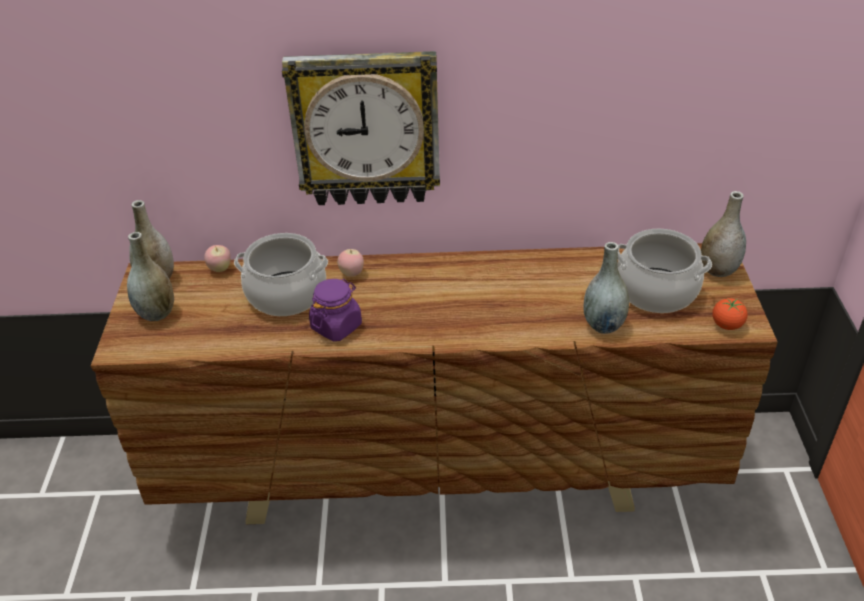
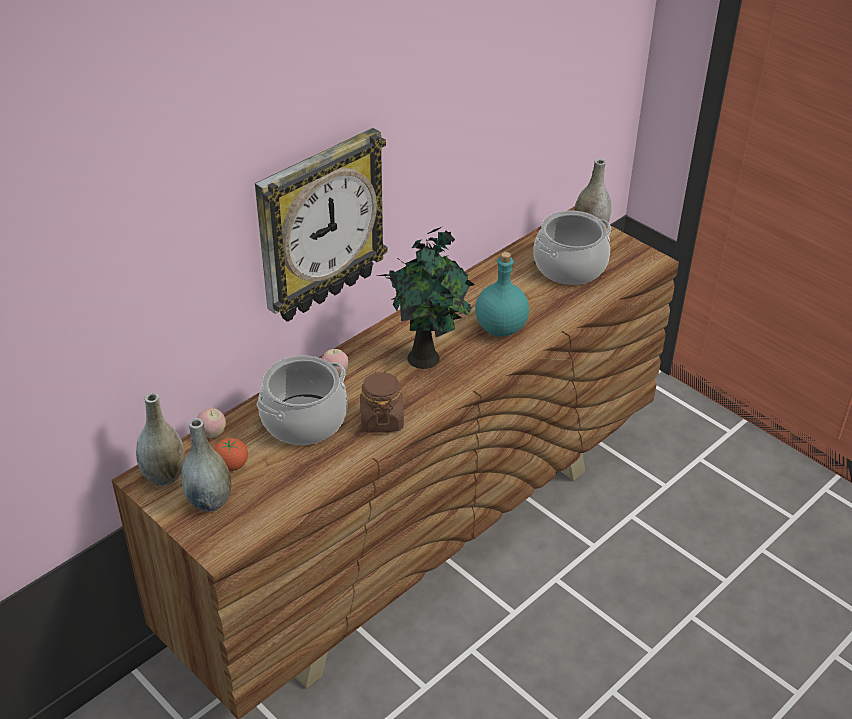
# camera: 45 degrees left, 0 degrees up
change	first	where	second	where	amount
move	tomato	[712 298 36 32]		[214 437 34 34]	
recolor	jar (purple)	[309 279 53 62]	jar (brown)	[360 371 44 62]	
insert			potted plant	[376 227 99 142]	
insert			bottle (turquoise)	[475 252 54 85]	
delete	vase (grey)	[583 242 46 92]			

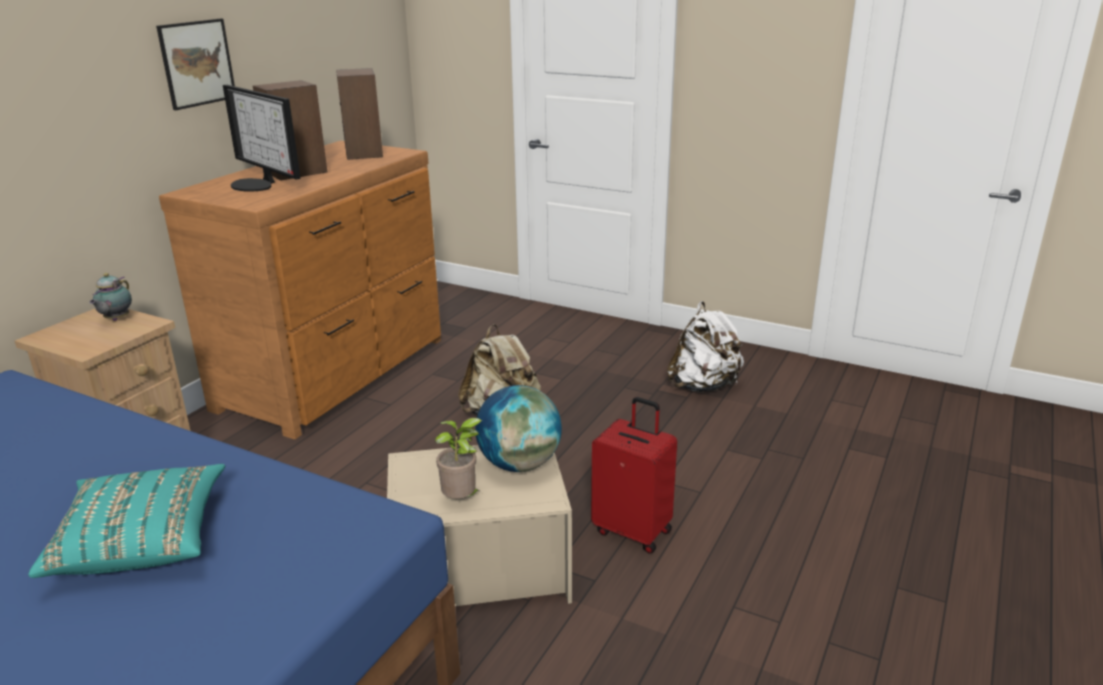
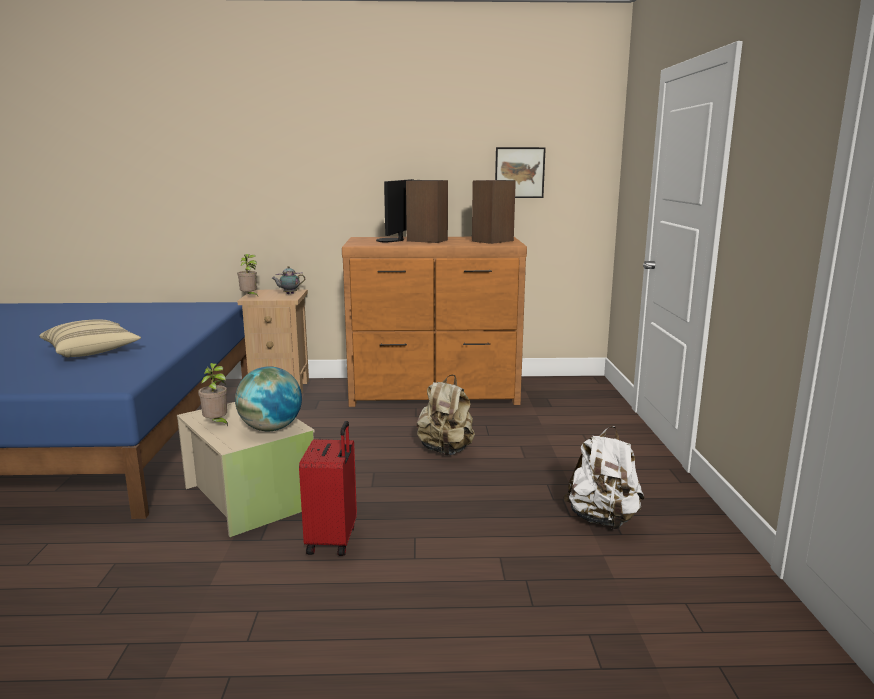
# camera: 60 degrees right, 10 degrees down
change	first	where	second	where	amount
recolor	pillow (turquoise)	[28 464 197 114]	pillow (beige)	[39 319 102 39]	
insert			potted plant	[237 254 21 42]	
move	picture	[156 19 79 91]		[495 147 51 51]	

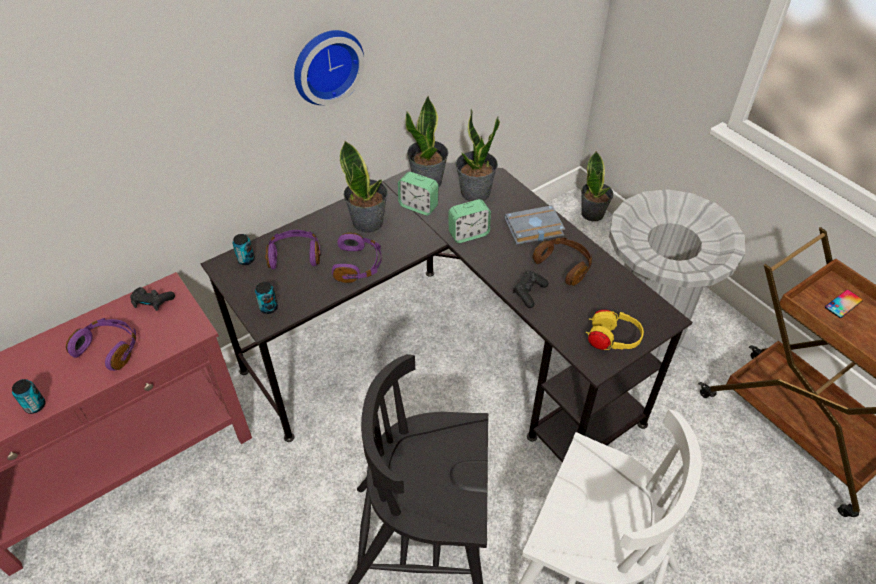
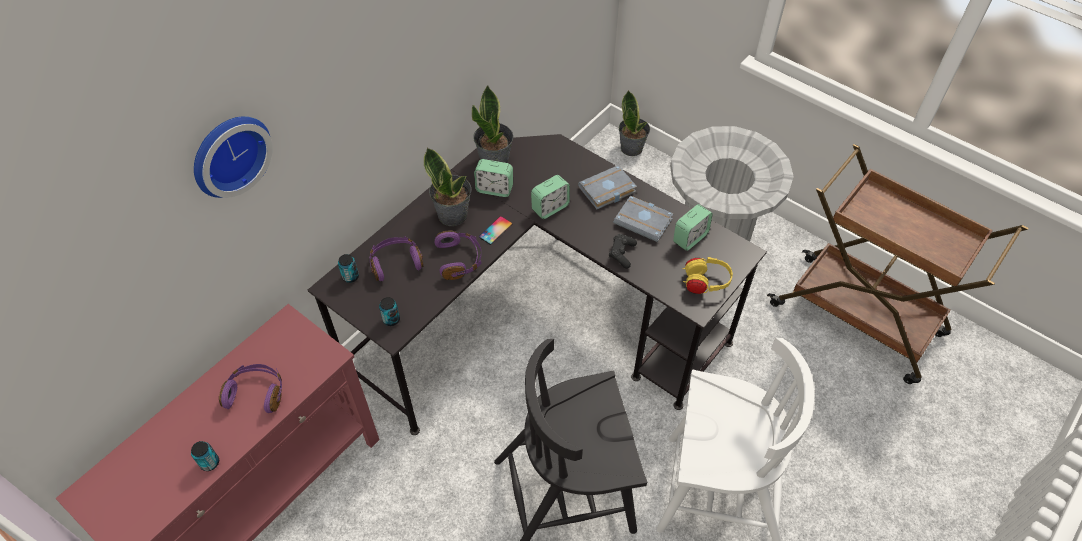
# camera: 15 degrees left, 5 degrees up
change	first	where	second	where	amount
move	wall clock	[294 30 71 75]		[194 116 79 82]	
move	phone	[825 290 38 28]		[479 216 33 29]	
replace	headphones (brown)	[533 238 59 48]	book (grey)	[614 195 59 47]	
insert			alarm clock	[673 204 40 47]	
delete	game controller (black)	[130 287 45 24]			
delete	potted plant	[456 109 44 93]			

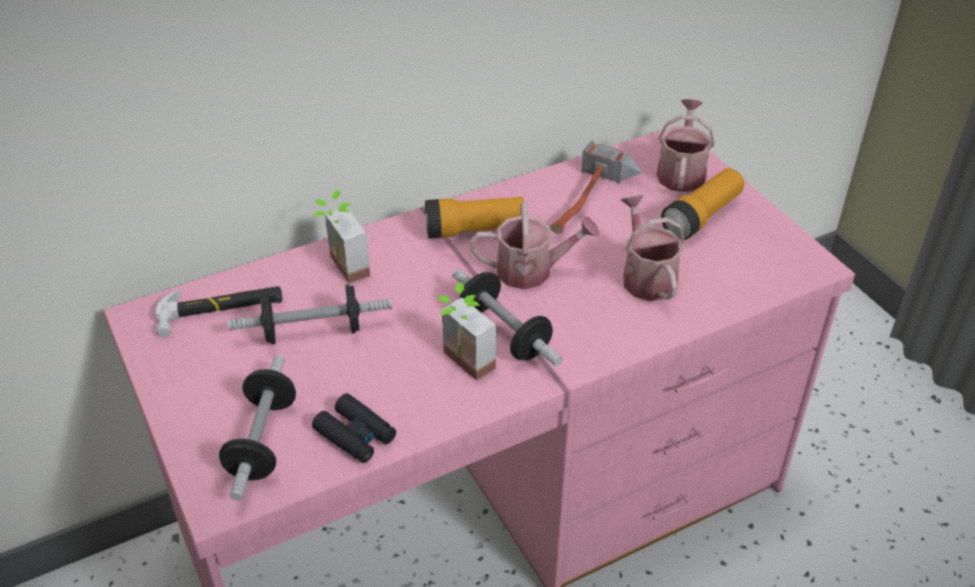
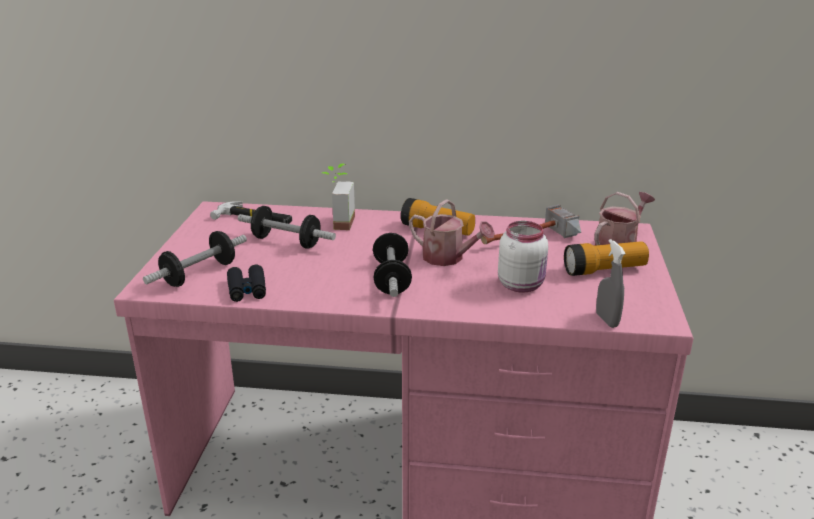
# camera: 35 degrees right, 15 degrees down
change	first	where	second	where	amount
replace	watering can	[621 195 64 106]	jar (white)	[498 221 50 72]	
insert			spray bottle (grey)	[596 239 30 89]	
delete	potted plant	[436 282 60 99]			

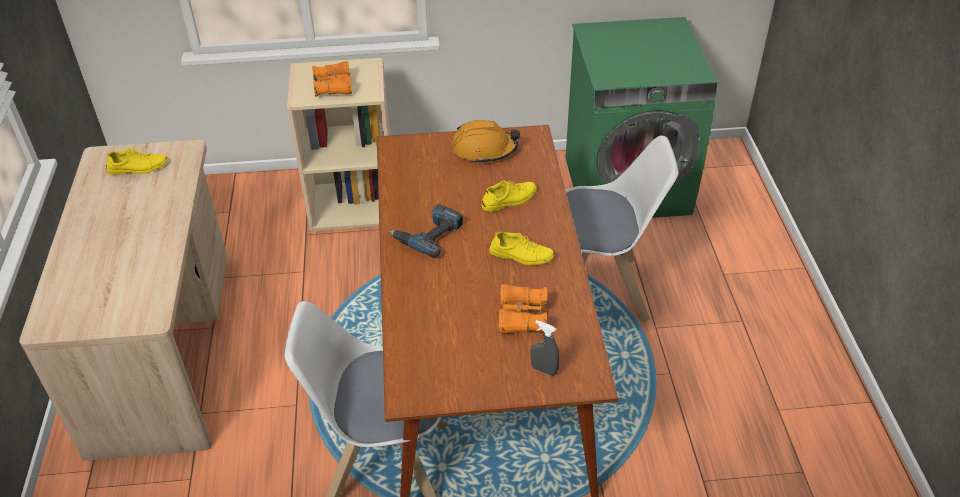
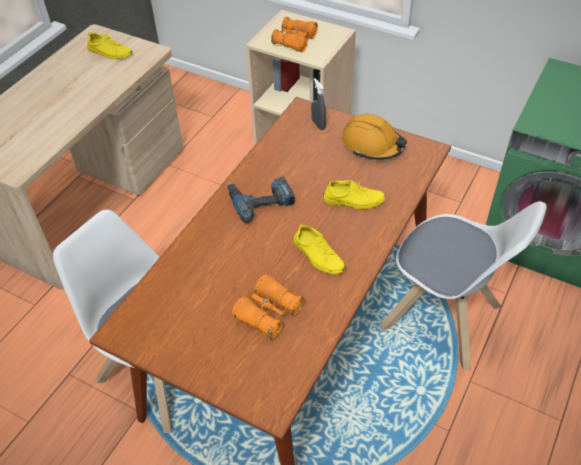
# camera: 35 degrees right, 5 degrees up
change	first	where	second	where	amount
move	spray bottle (grey)	[531 320 29 56]		[311 78 15 52]	

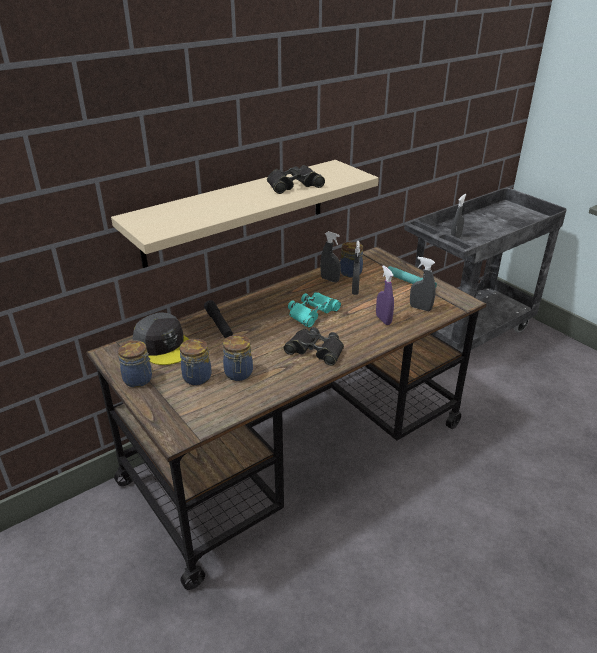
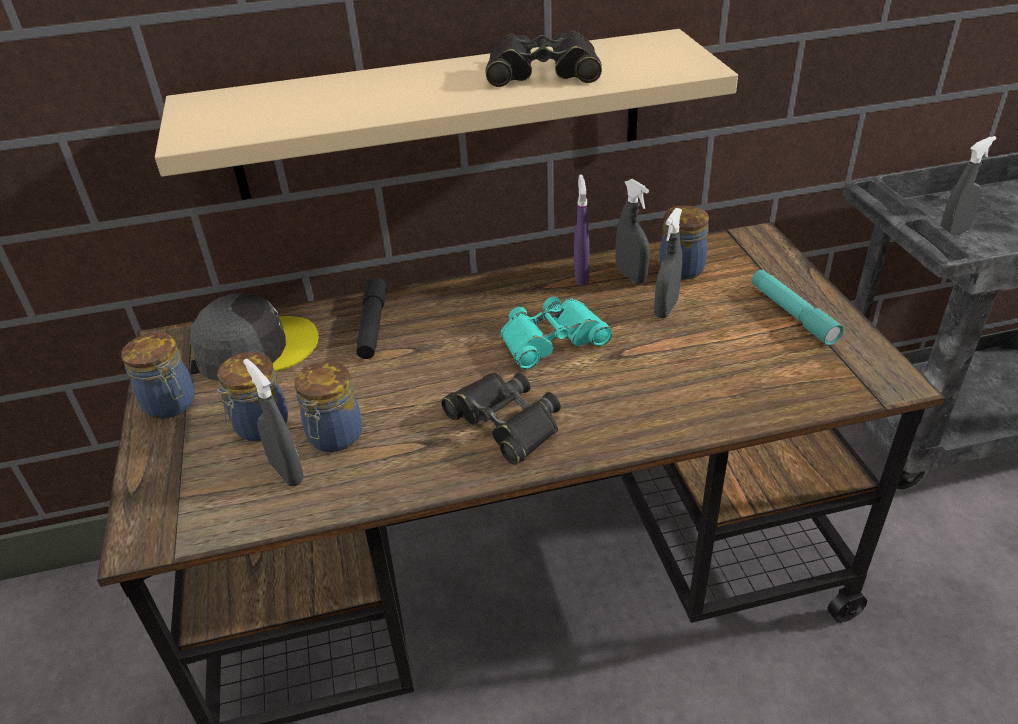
# camera: 25 degrees right, 5 degrees up
change	first	where	second	where	amount
rotate	cap (grey)	[133 312 56 53]		[190 293 129 88]	90 degrees counterclockwise
move	spray bottle (grey)	[410 257 26 54]		[243 359 61 128]	
move	spray bottle (purple)	[376 265 18 60]		[574 174 15 112]	

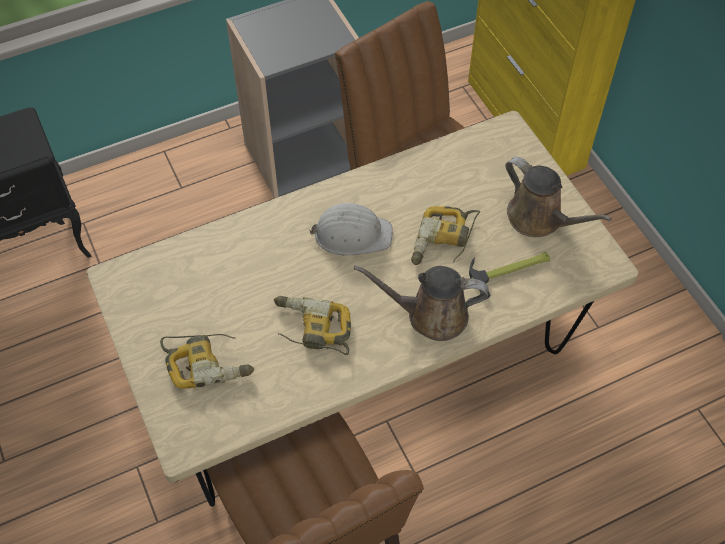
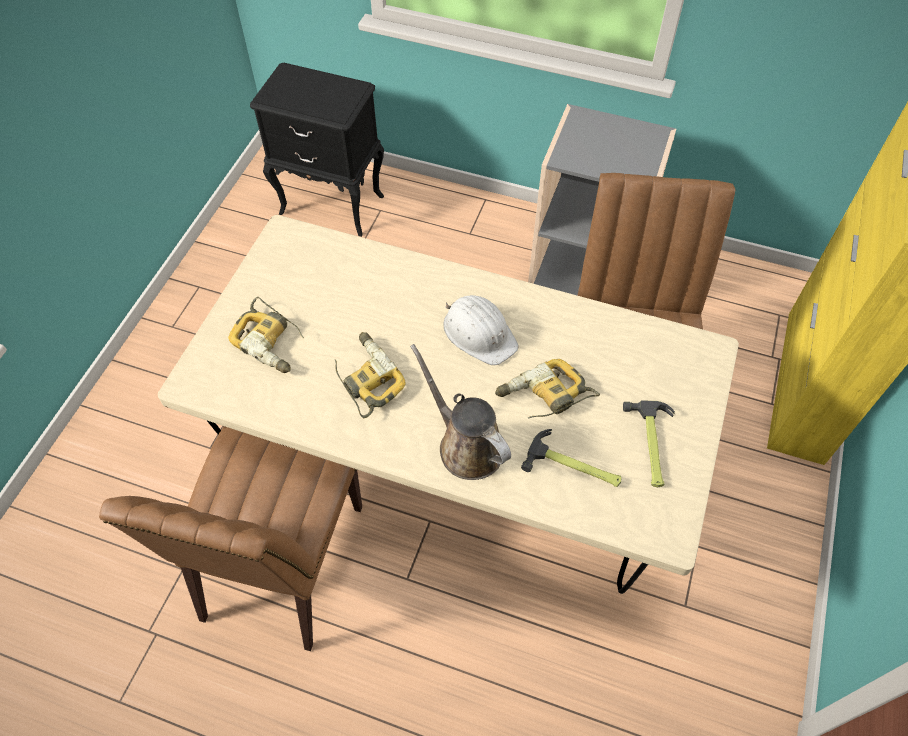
# camera: 45 degrees right, 0 degrees up
change	first	where	second	where	amount
replace	watering can (brown)	[505 157 107 80]	hammer	[623 401 52 86]	

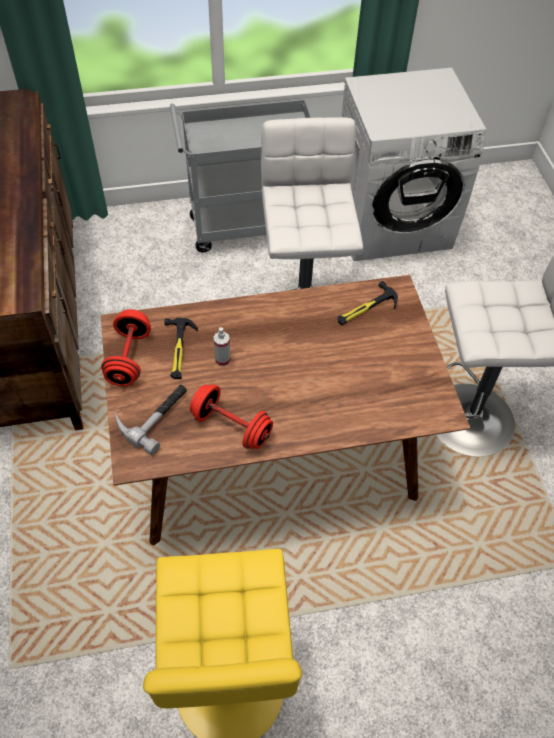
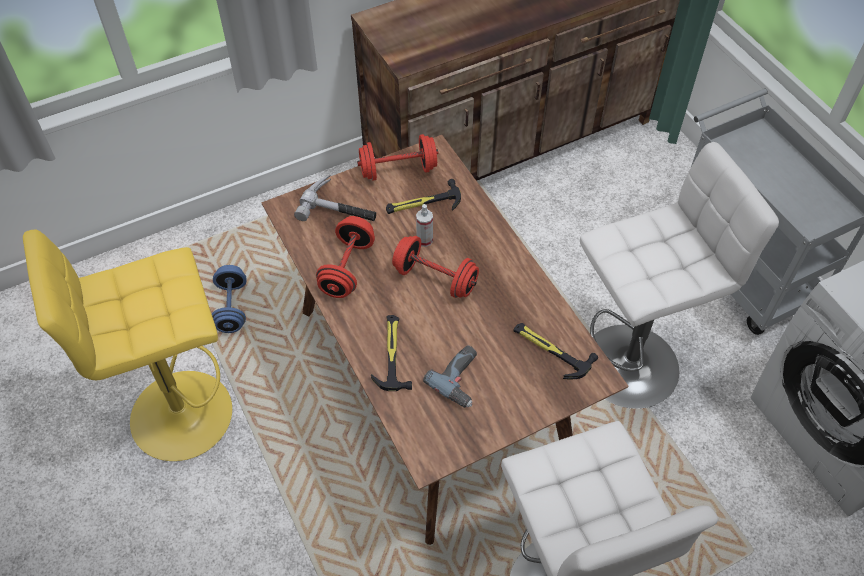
# camera: 75 degrees right, 0 degrees up
change	first	where	second	where	amount
insert			dumbbell (blue)	[212 265 35 68]	
insert			hammer	[371 315 41 76]	
insert			dumbbell (red)	[392 236 87 62]	
insert			power drill	[423 346 54 62]	

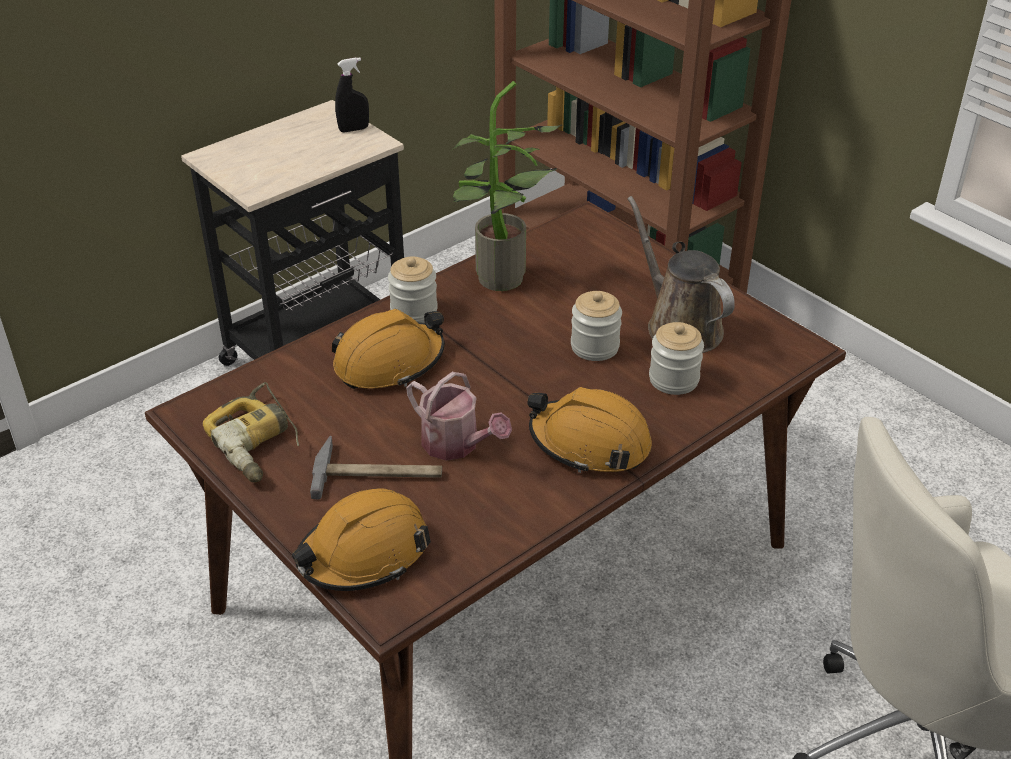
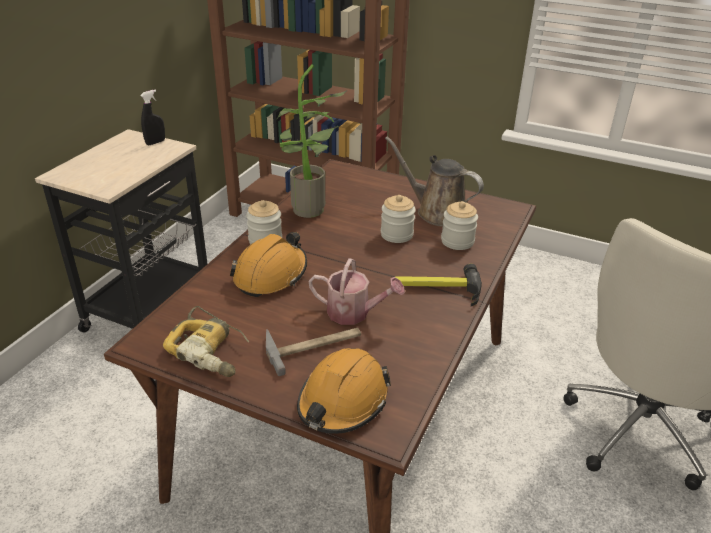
# camera: 25 degrees left, 5 degrees down
change	first	where	second	where	amount
replace	hard hat (orange)	[527 387 125 86]	hammer	[395 264 87 42]	

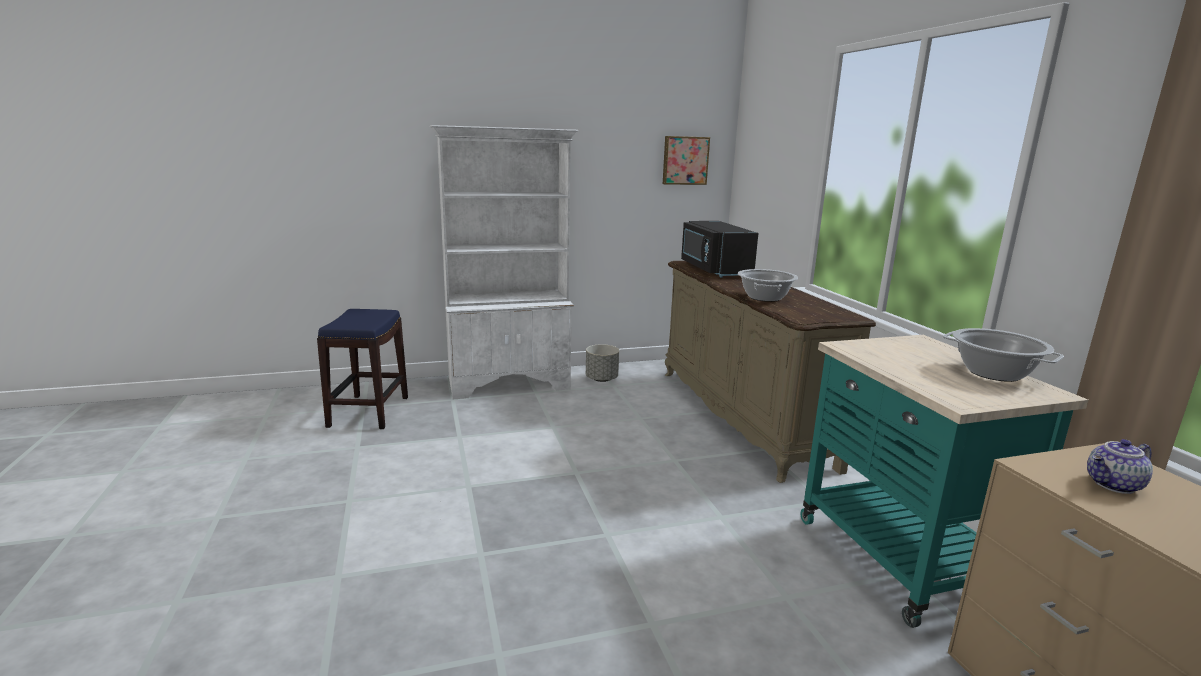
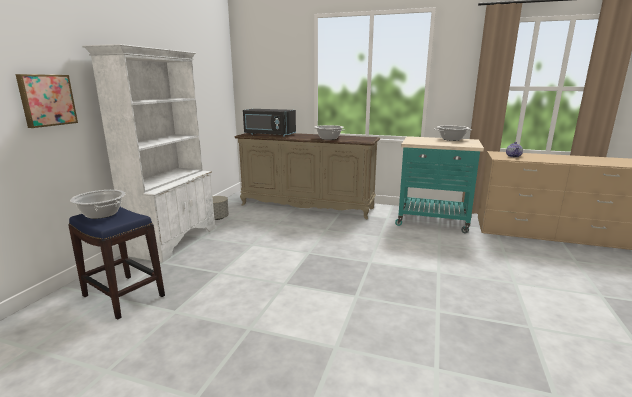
# camera: 55 degrees left, 0 degrees up
change	first	where	second	where	amount
move	picture	[663 136 47 49]		[15 74 63 54]	
insert			cooking pot	[70 190 55 29]	

